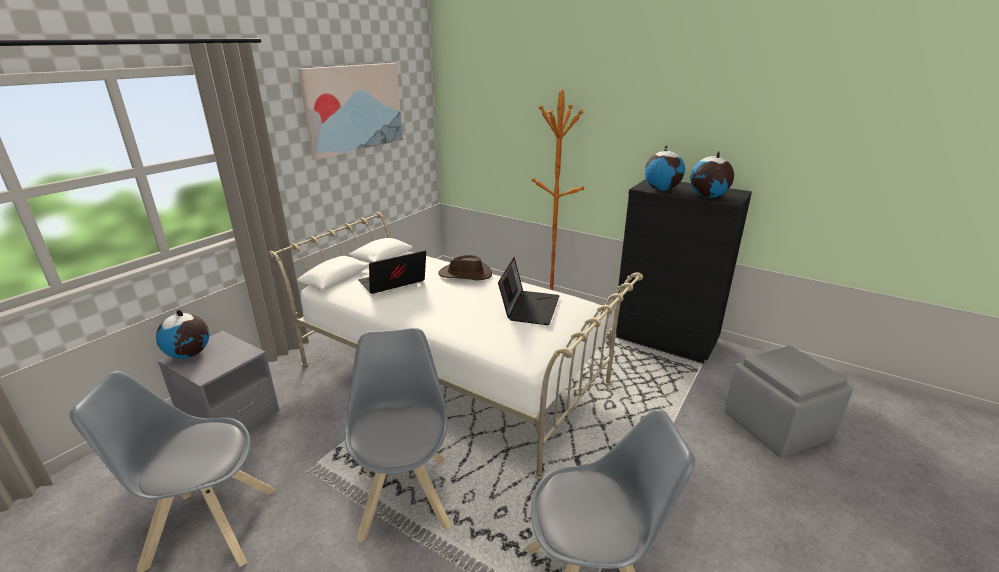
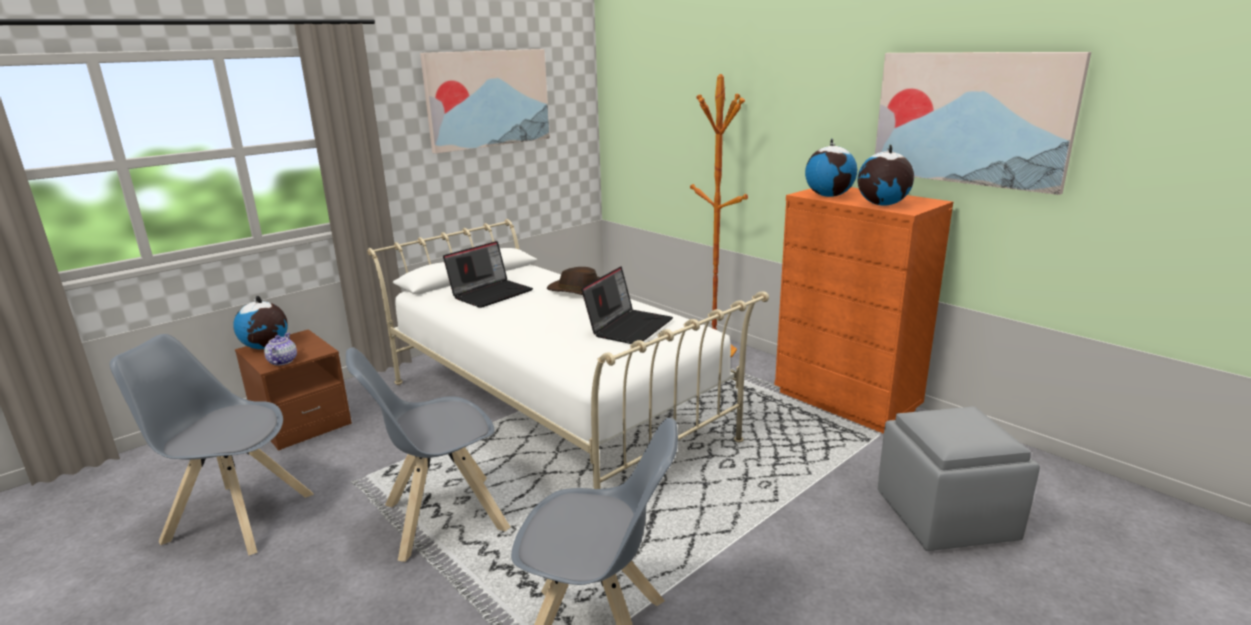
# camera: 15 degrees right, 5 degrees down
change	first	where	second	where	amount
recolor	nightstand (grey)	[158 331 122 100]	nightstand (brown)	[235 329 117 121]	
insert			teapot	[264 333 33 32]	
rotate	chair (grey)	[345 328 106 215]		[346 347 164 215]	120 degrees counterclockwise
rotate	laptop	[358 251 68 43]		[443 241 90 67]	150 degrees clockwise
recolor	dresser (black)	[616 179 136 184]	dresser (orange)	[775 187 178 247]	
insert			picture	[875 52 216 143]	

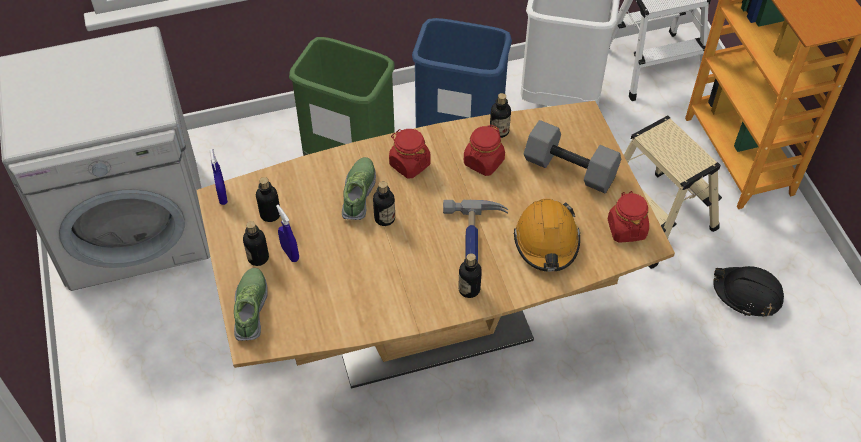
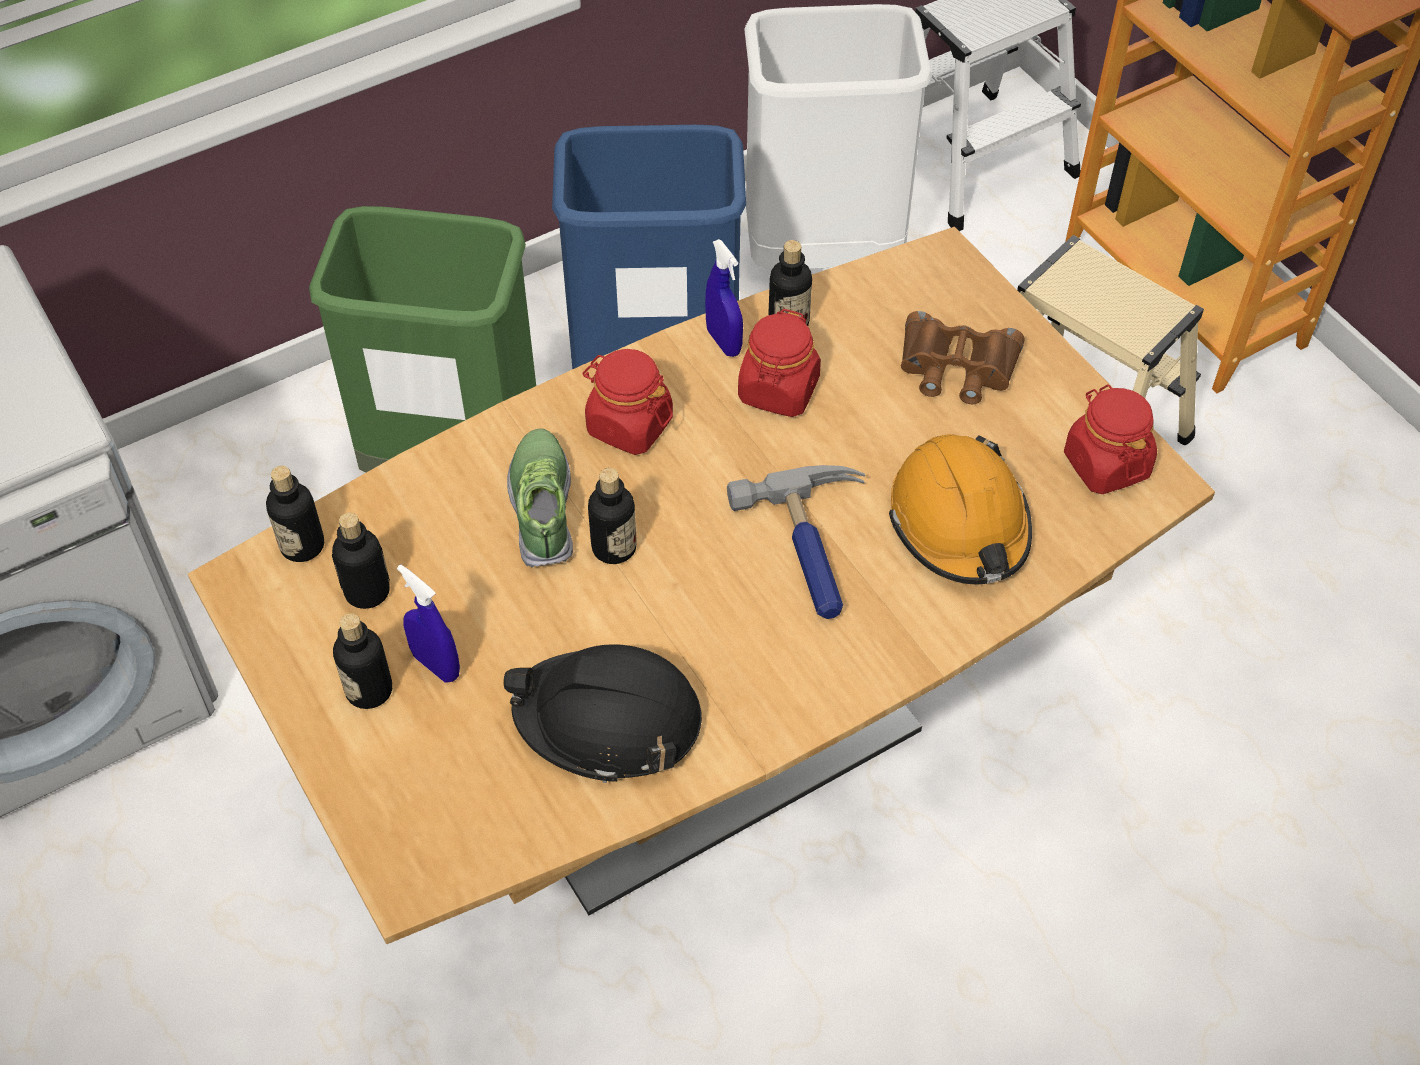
# camera: 15 degrees left, 0 degrees up
change	first	where	second	where	amount
move	bottle	[458 253 24 45]		[266 466 58 96]	
move	hard hat (black)	[713 266 71 50]		[504 644 198 139]	
move	spray bottle (blue)	[210 149 18 56]		[705 239 38 118]	
replace	dumbbell (grey)	[524 120 97 73]	binoculars (brown)	[901 311 123 93]	
delete	shoe	[234 268 34 73]			

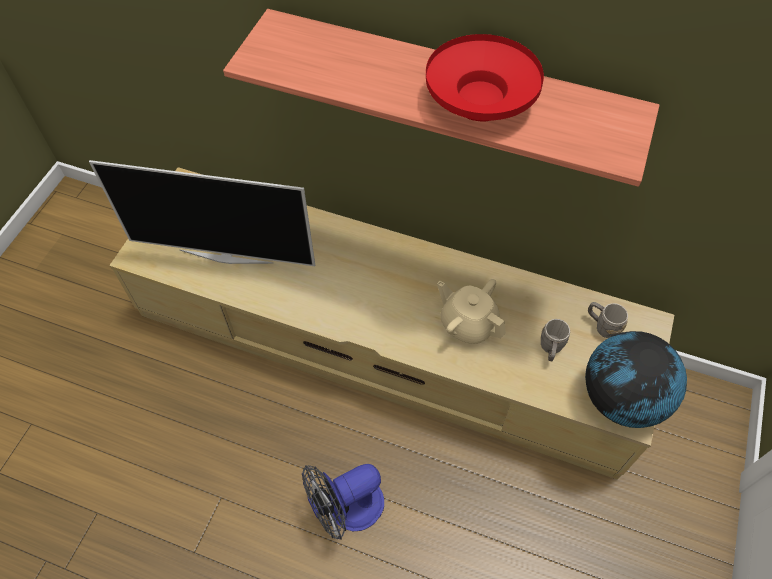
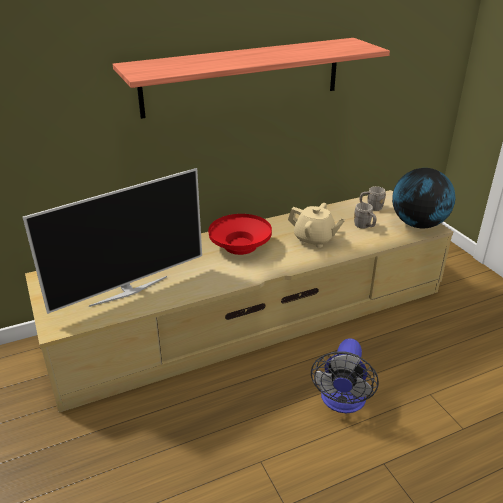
# camera: 45 degrees left, 25 degrees down
change	first	where	second	where	amount
move	bowl (red)	[426 34 118 88]		[208 214 64 41]	
rotate	teapot (beige)	[437 279 69 65]		[288 203 57 45]	150 degrees counterclockwise

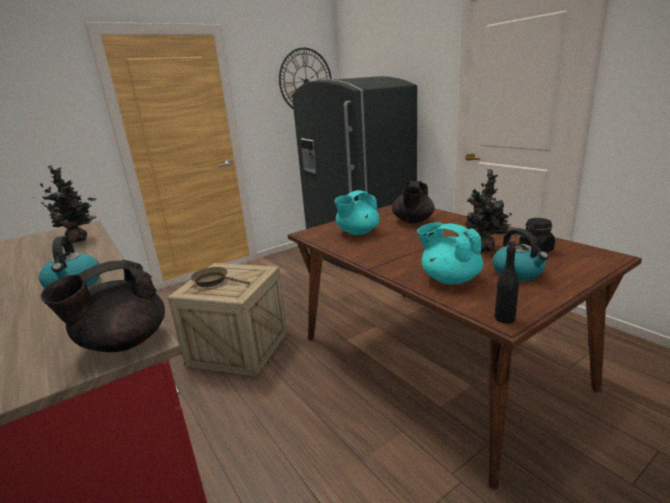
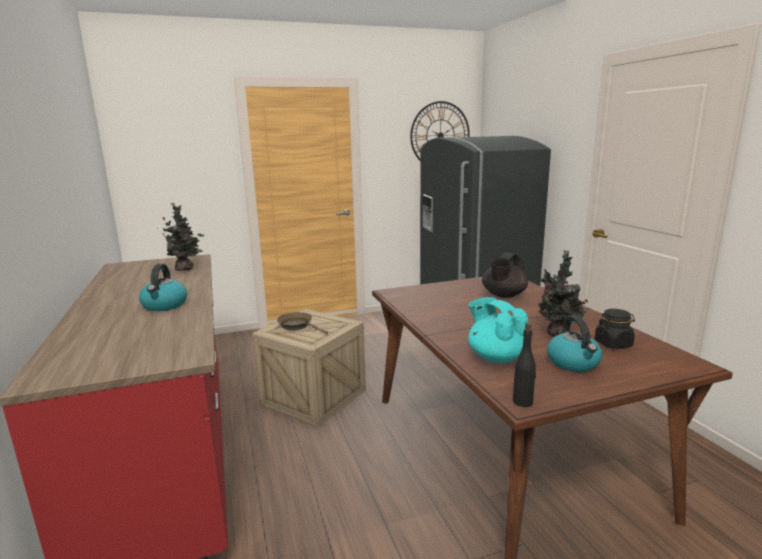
# camera: 15 degrees right, 5 degrees down
change	first	where	second	where	amount
delete	teapot (black)	[40 260 125 92]			
delete	teapot (turquoise)	[334 190 46 45]			

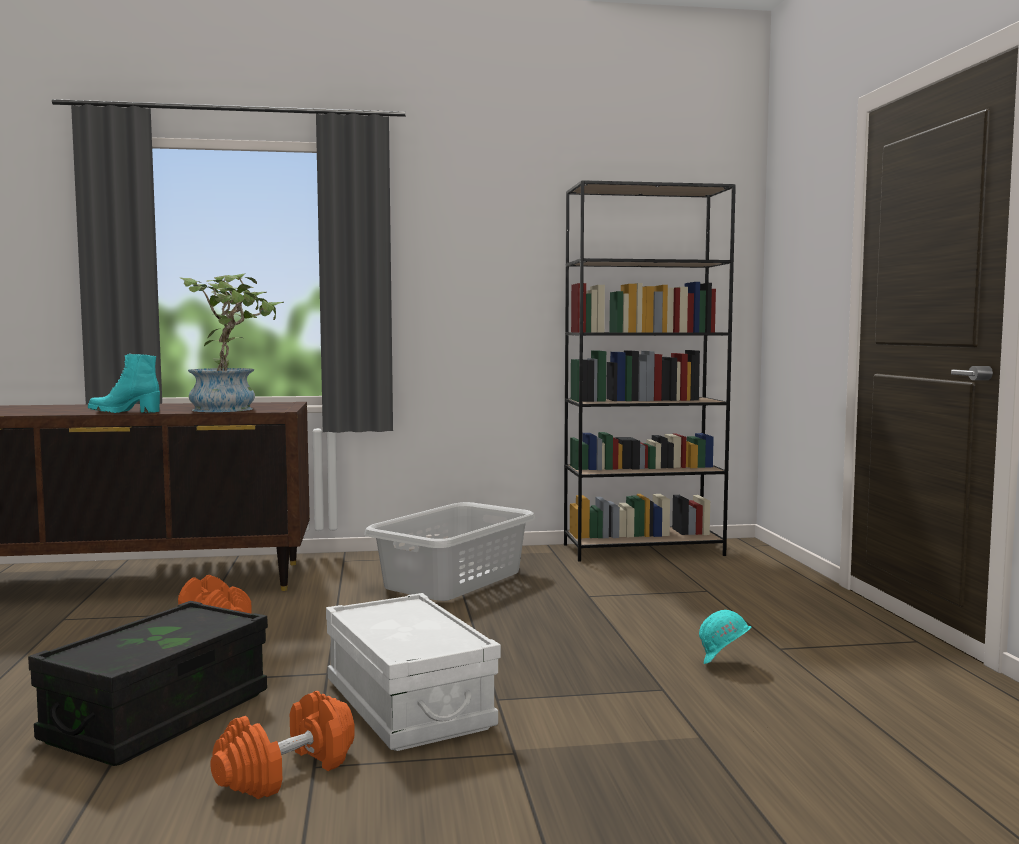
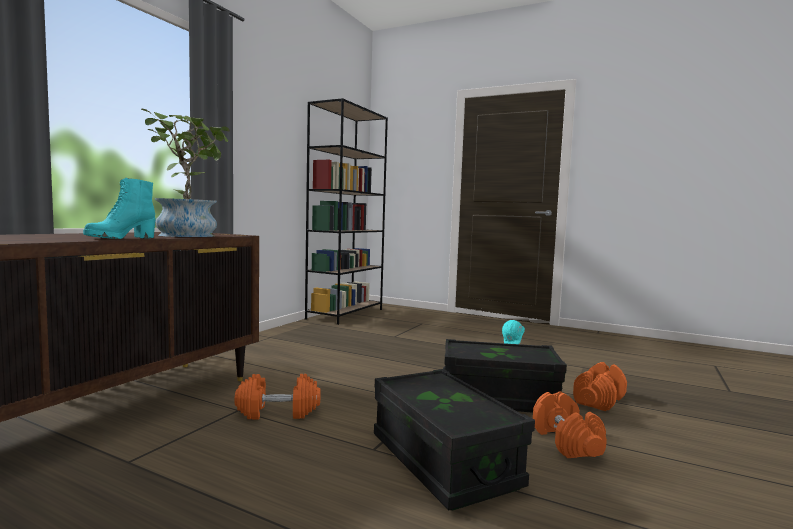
# camera: 55 degrees left, 0 degrees up
change	first	where	second	where	amount
recolor	storage box (white)	[326 593 175 158]	storage box (black)	[443 339 124 74]	
insert			dumbbell (orange)	[573 362 54 49]	
delete	laundry basket (grey)	[364 502 172 99]			

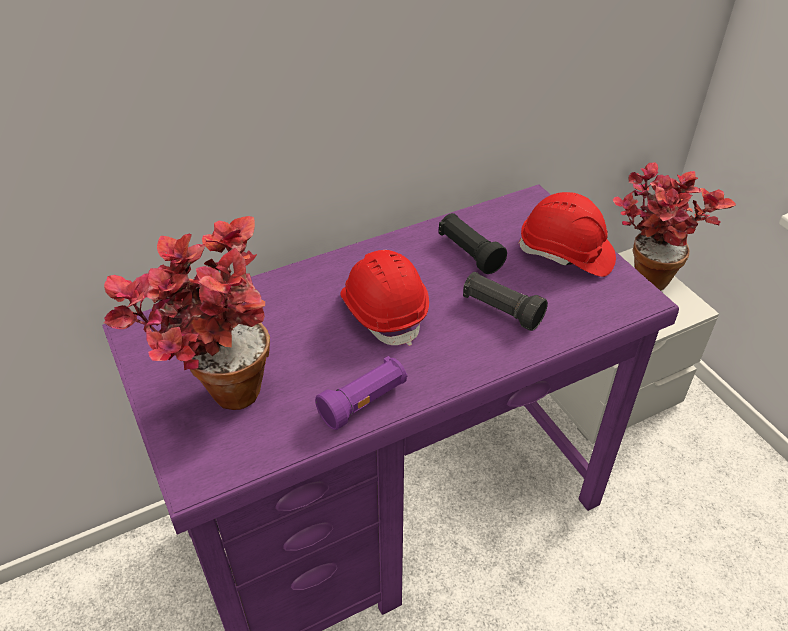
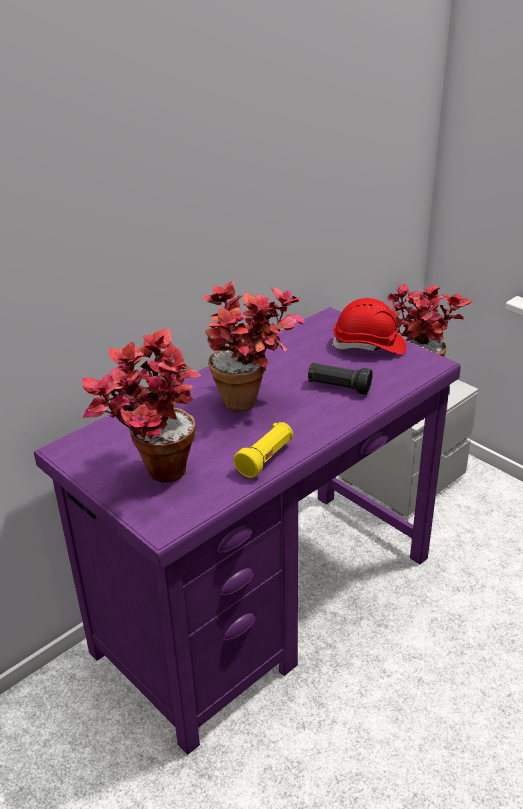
# camera: 15 degrees left, 10 degrees down
change	first	where	second	where	amount
replace	hard hat (red)	[341 250 88 96]	potted plant	[202 280 103 132]	
recolor	flashlight (purple)	[315 356 92 74]	flashlight (yellow)	[234 422 59 56]	
delete	flashlight (black)	[439 213 68 61]			

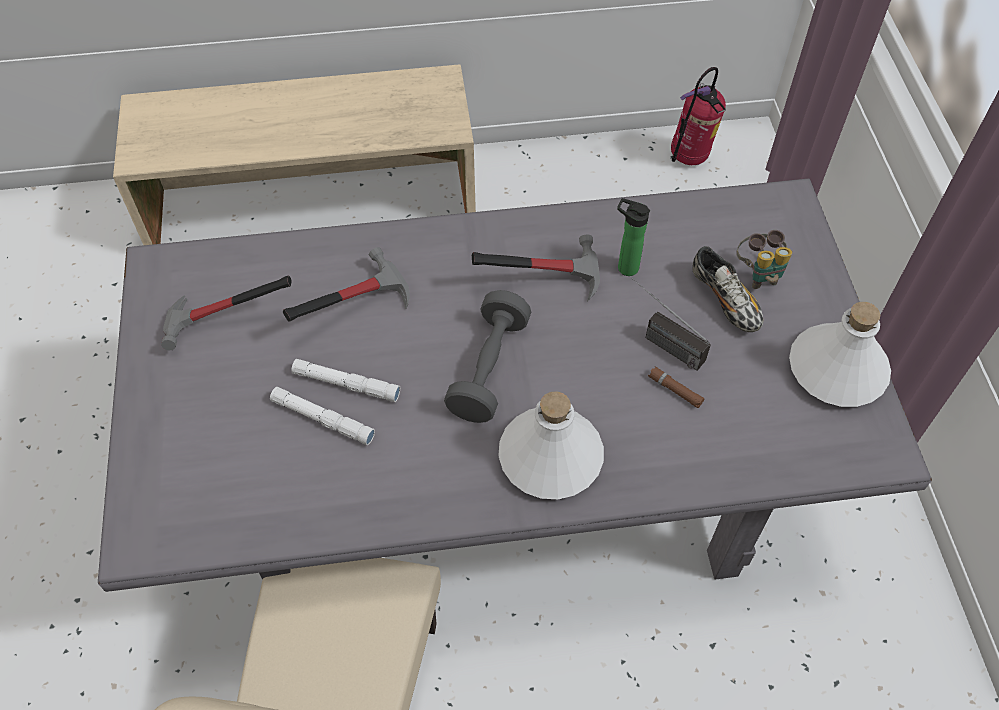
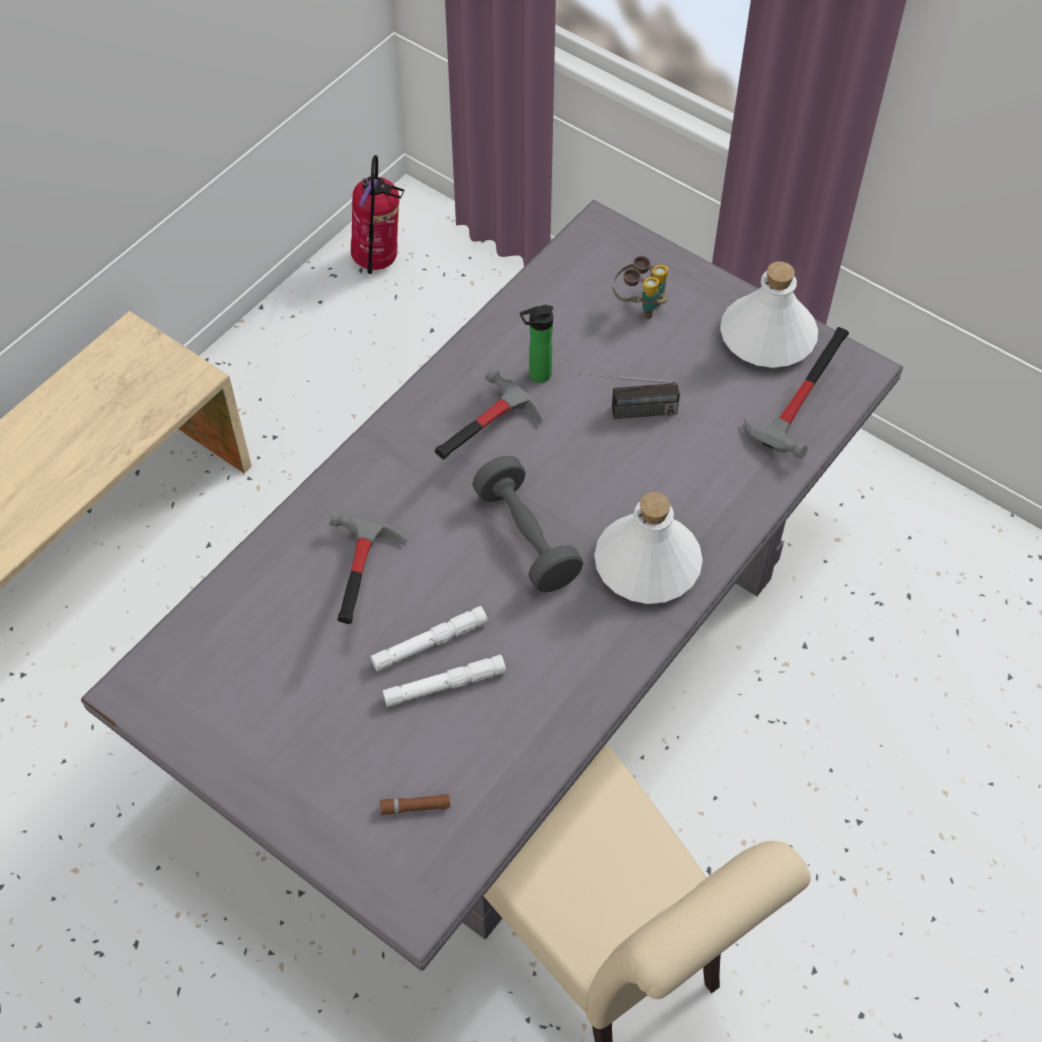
# camera: 45 degrees left, 0 degrees up
change	first	where	second	where	amount
move	flashlight (brown)	[648 366 57 42]		[380 794 70 21]	
move	hammer	[161 275 131 75]		[744 327 105 132]	
delete	shoe	[693 246 70 86]			

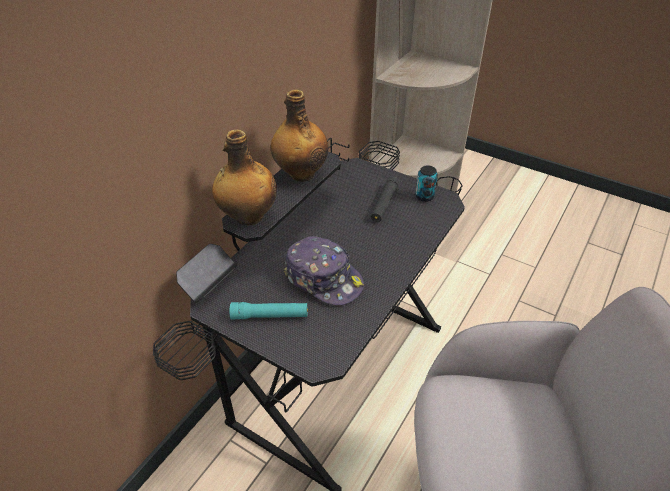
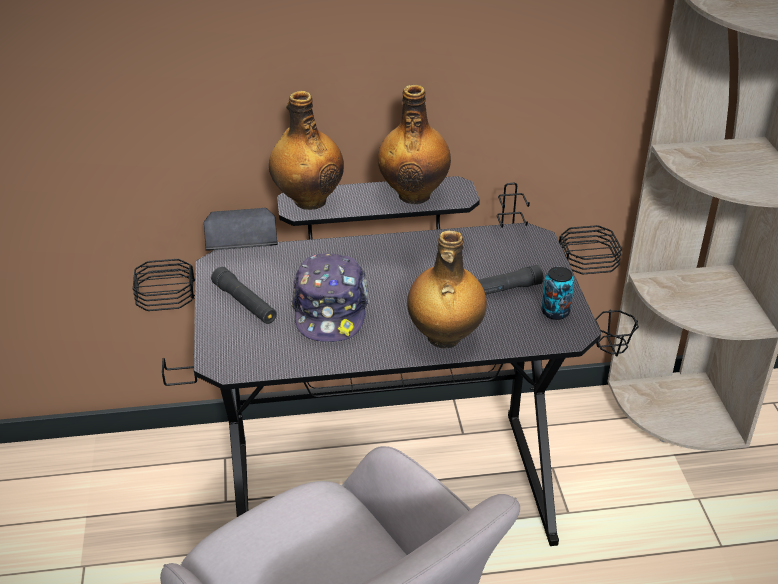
# camera: 50 degrees right, 5 degrees down
change	first	where	second	where	amount
recolor	flashlight (turquoise)	[230 302 78 17]	flashlight (black)	[211 267 66 57]	
insert			bottle	[407 231 80 118]	

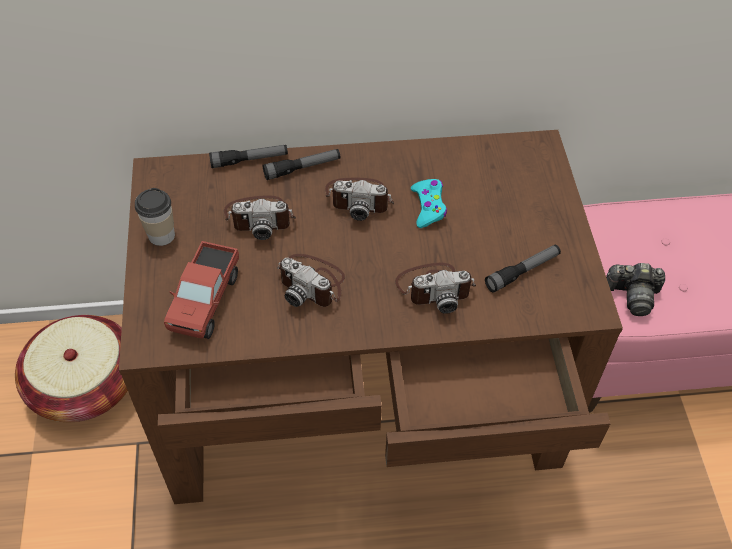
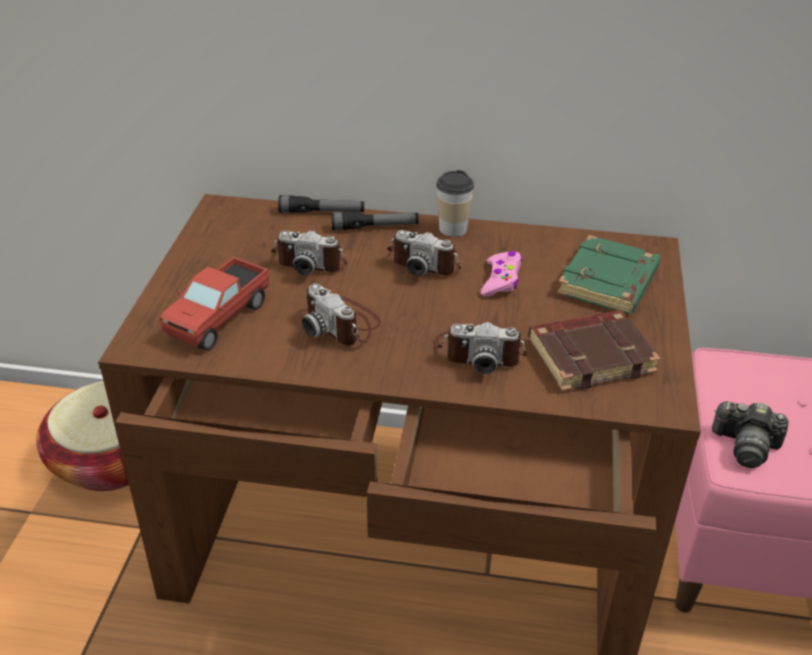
# camera: 15 degrees right, 15 degrees down
change	first	where	second	where	amount
move	cup	[135 188 40 58]		[436 170 38 67]	
recolor	game controller (turquoise)	[411 179 36 49]	game controller (pink)	[481 251 41 46]	
replace	flashlight	[485 245 76 48]	book (brown)	[529 310 132 81]	
insert			book (green)	[557 235 104 79]	

